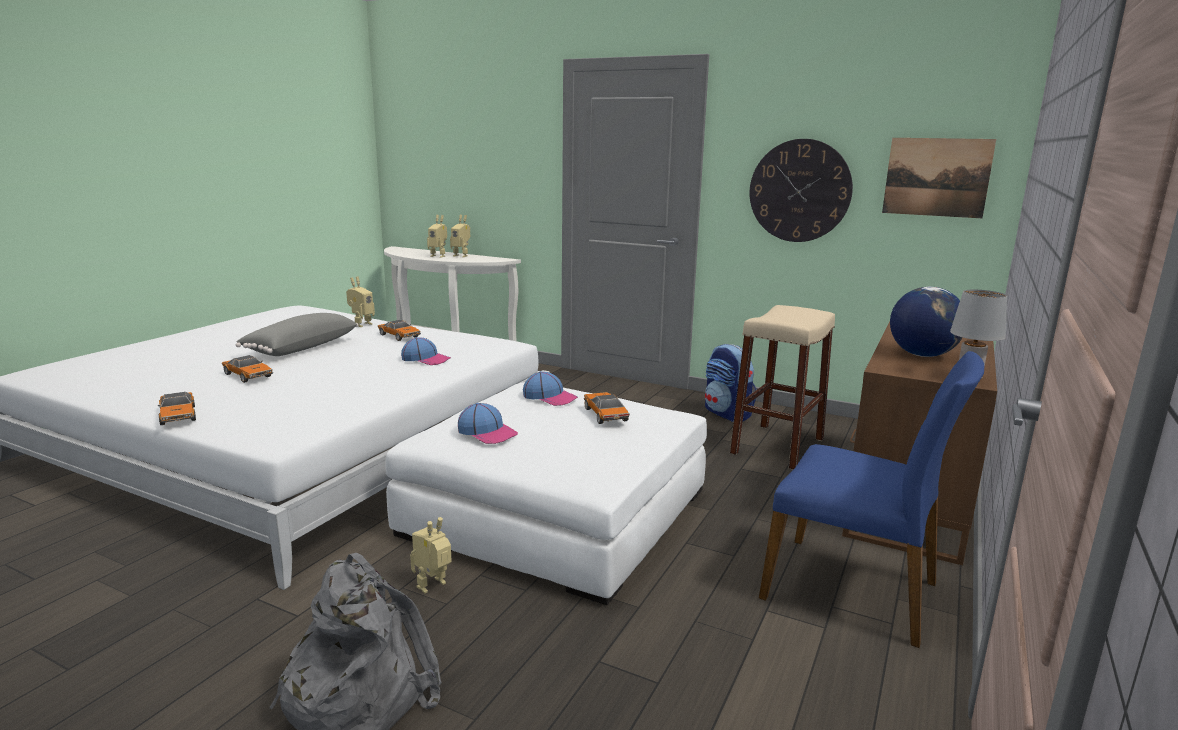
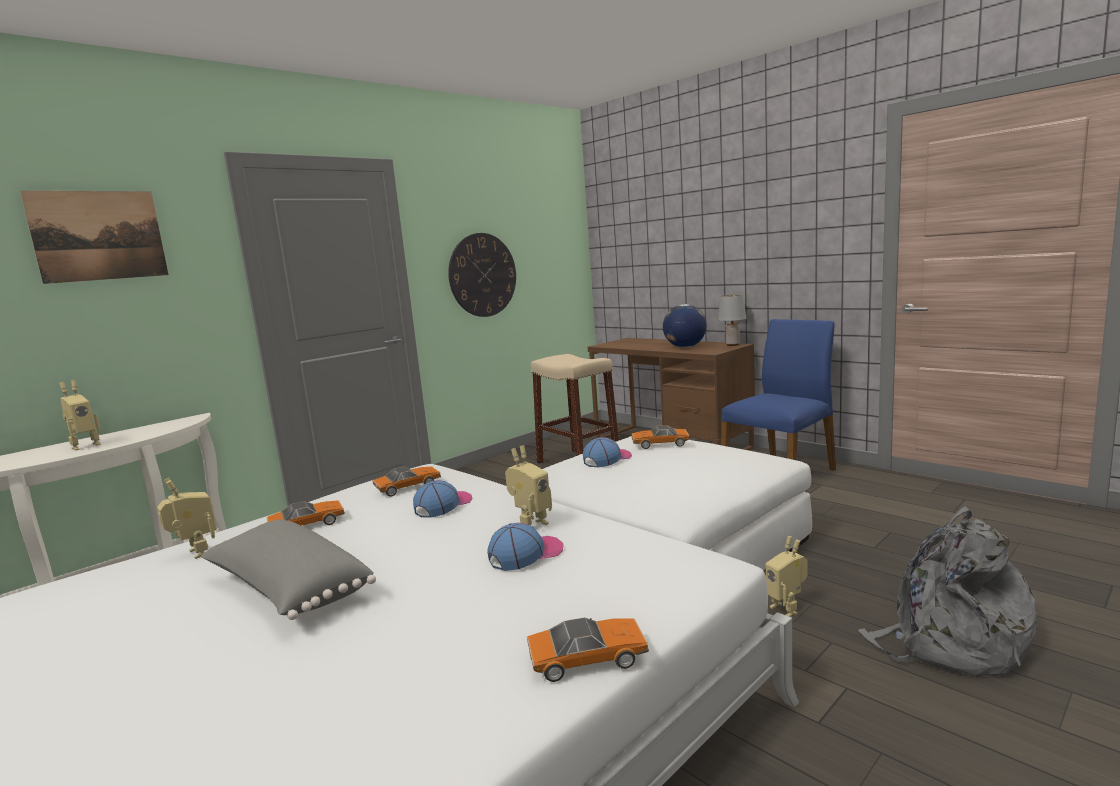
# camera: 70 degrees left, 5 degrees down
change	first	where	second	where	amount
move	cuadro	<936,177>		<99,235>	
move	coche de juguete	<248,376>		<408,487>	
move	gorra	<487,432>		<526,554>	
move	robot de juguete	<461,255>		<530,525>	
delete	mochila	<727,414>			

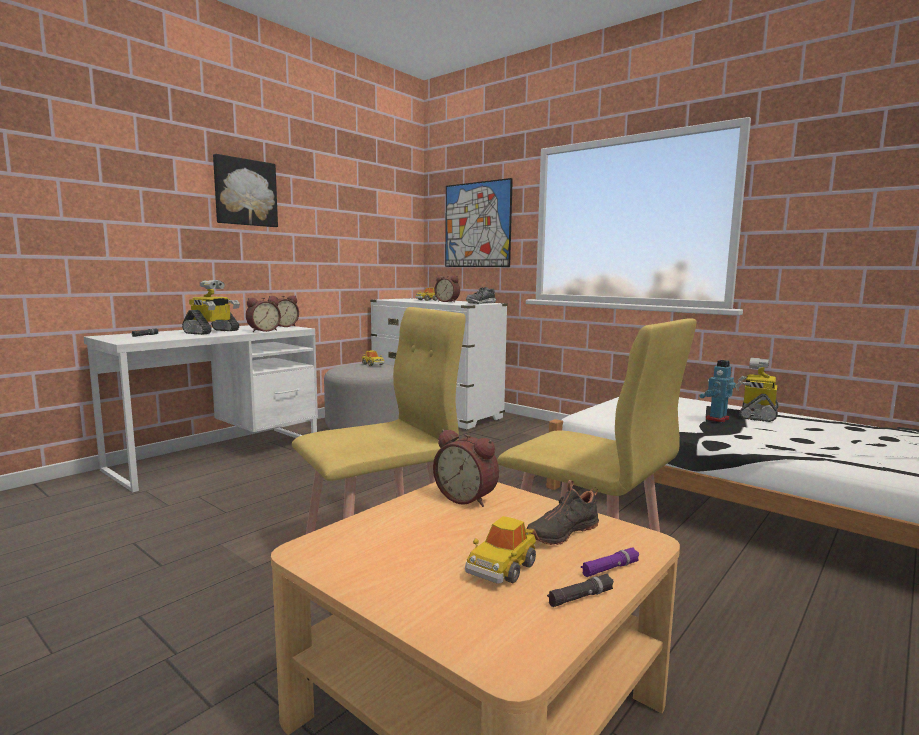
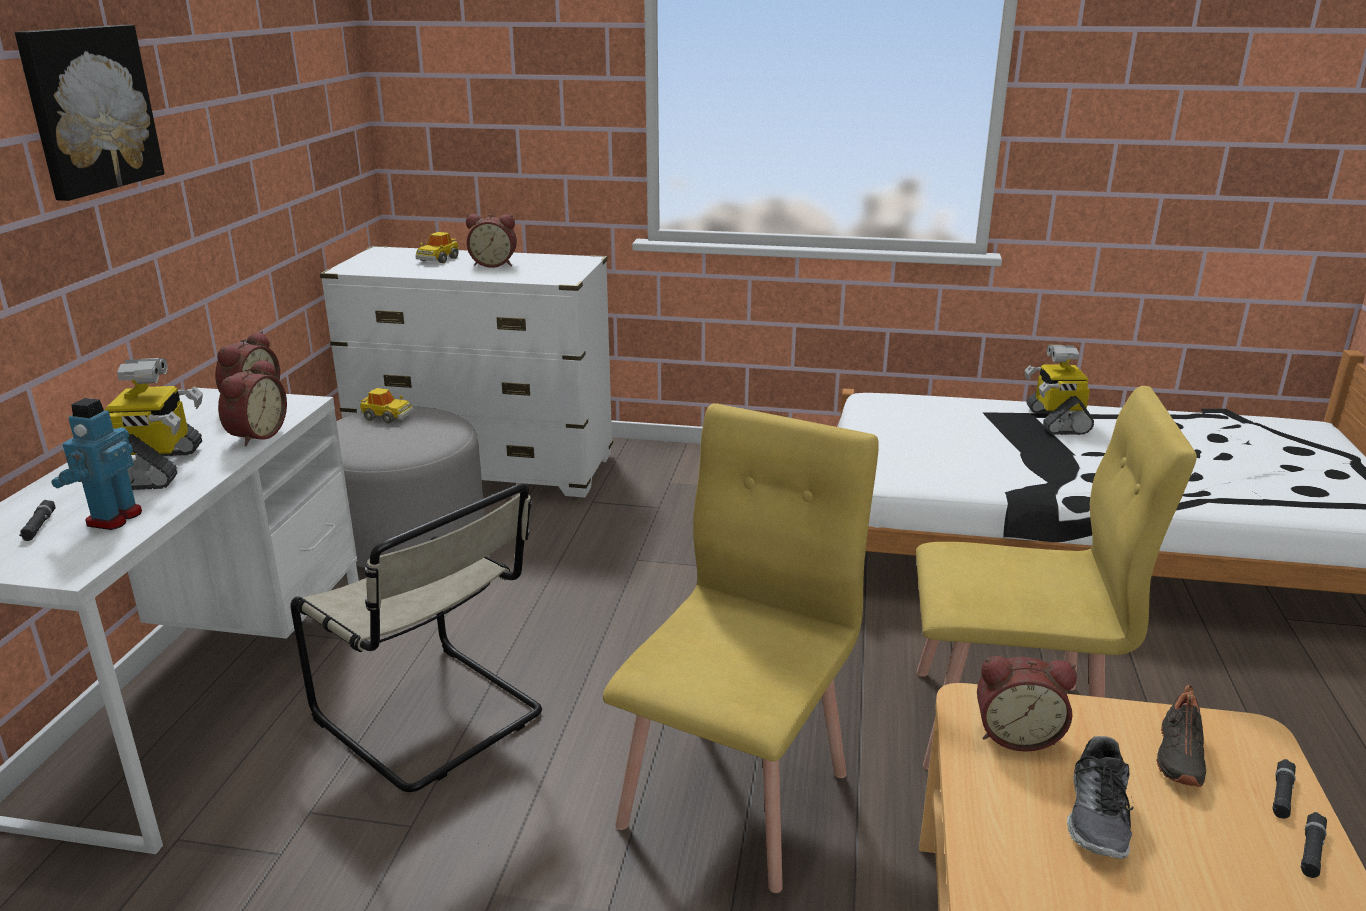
# camera: 30 degrees left, 15 degrees up
change	first	where	second	where	amount
move	robot de juguete	<716,419>		<113,518>	
insert			silla (beis)	<434,719>	
move	zapato	<481,303>		<1098,817>	
recolor	linterna (morado)	<610,568>	linterna (negro)	<1282,794>	
delete	cuadro	<477,225>			
delete	coche de juguete	<502,567>			

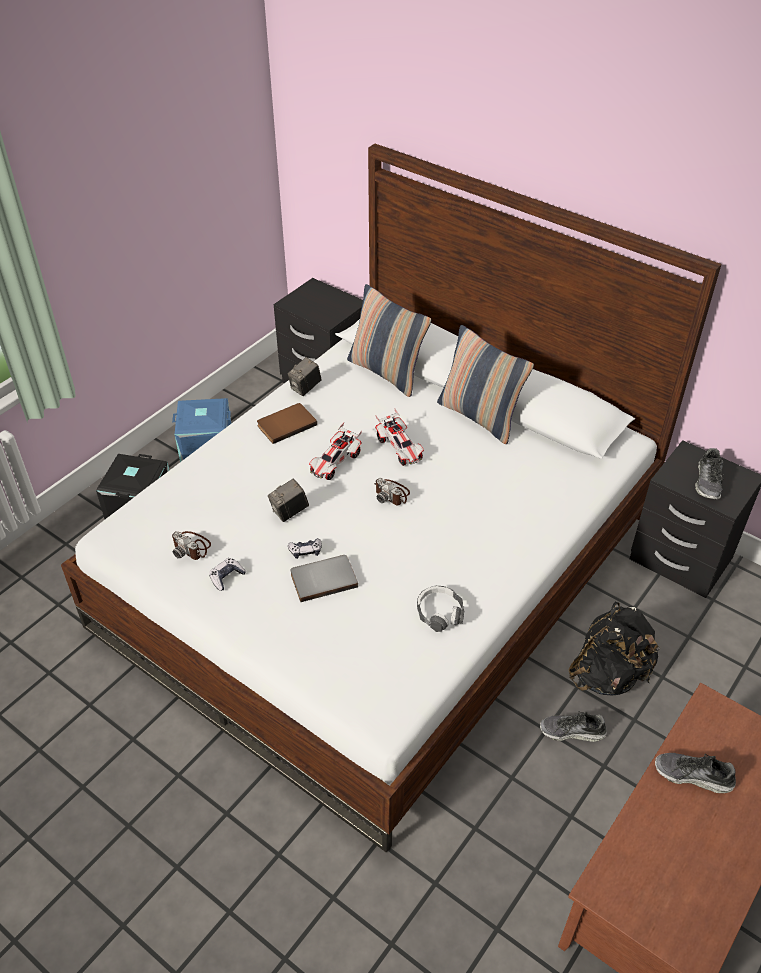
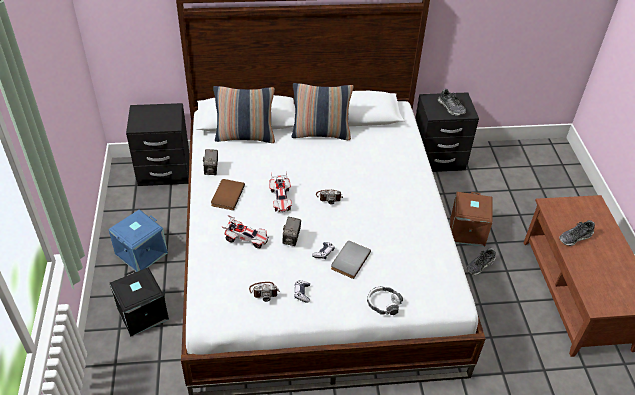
# camera: 45 degrees left, 0 degrees up
change	first	where	second	where	amount
move	coche de juguete	<400,448>		<246,239>	
move	auriculares	<439,612>		<383,303>	
replace	mochila (negro)	<608,675>	caja de almacenaje (marrón)	<466,230>	

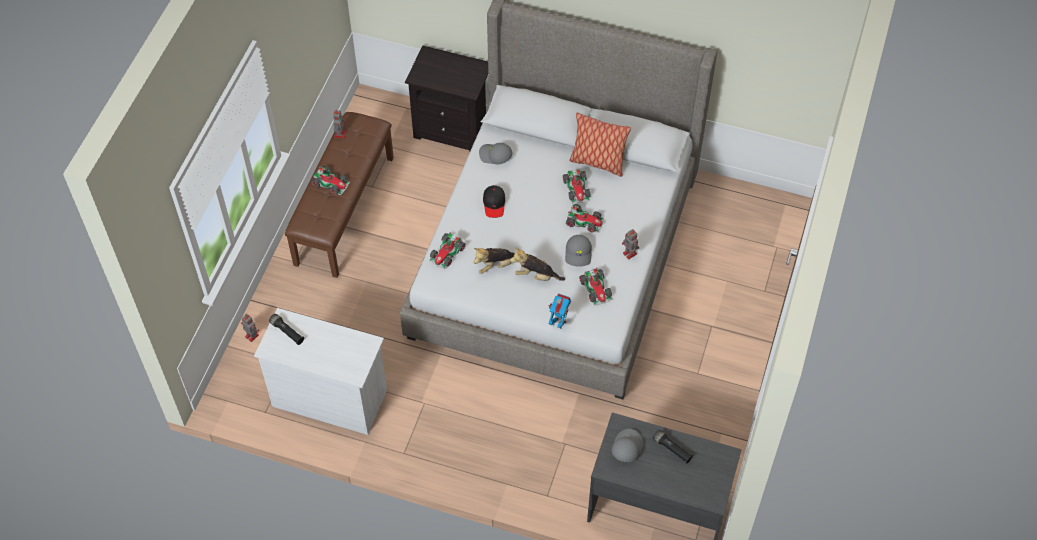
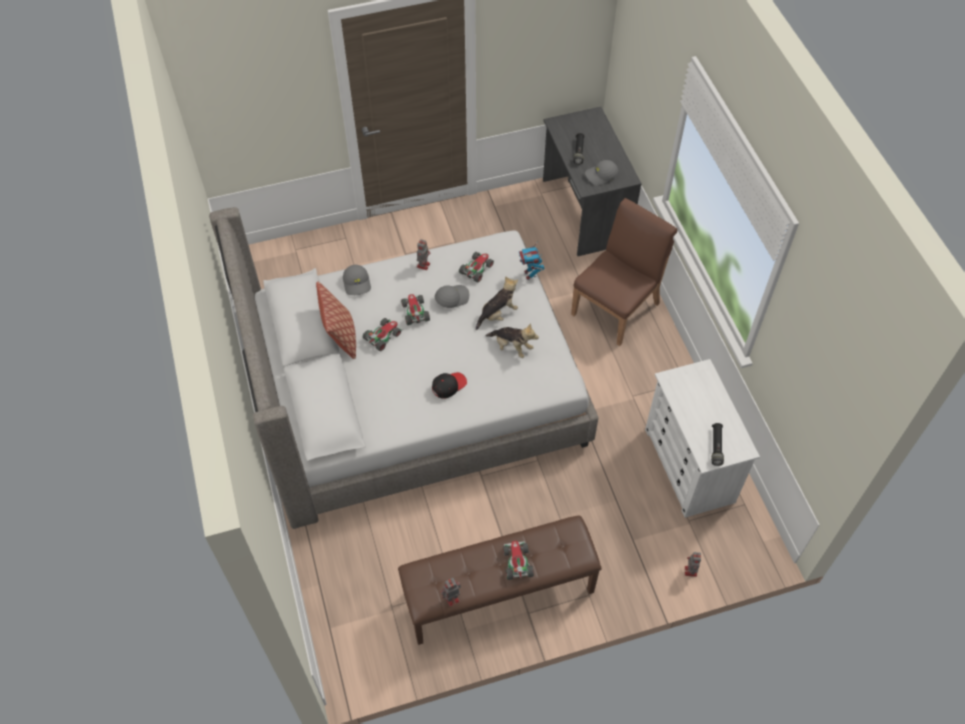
# camera: 125 degrees left, 0 degrees up
change	first	where	second	where	amount
move	gorra (gris)	<495,156>		<357,283>	
rotate	peluche	<536,275>		<498,314>	105 degrees counterclockwise
insert			silla (marrón)	<616,308>	
delete	mesita de noche (negro)	<453,129>			
delete	coche de juguete	<447,253>			

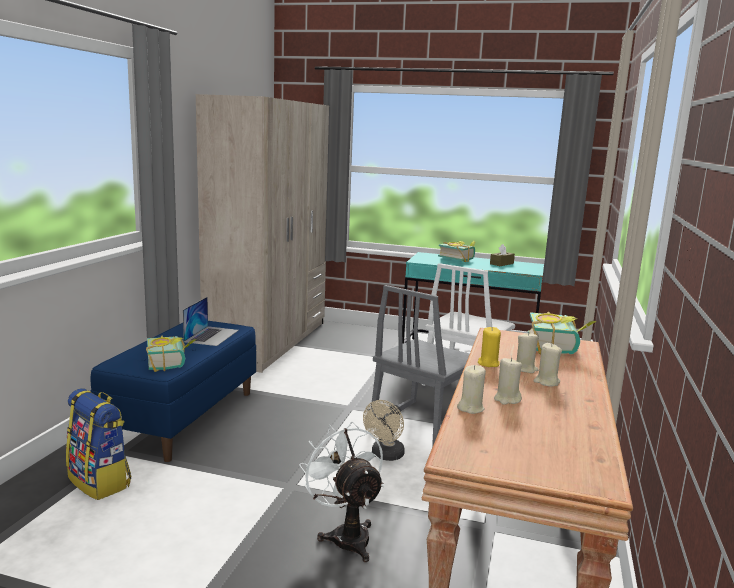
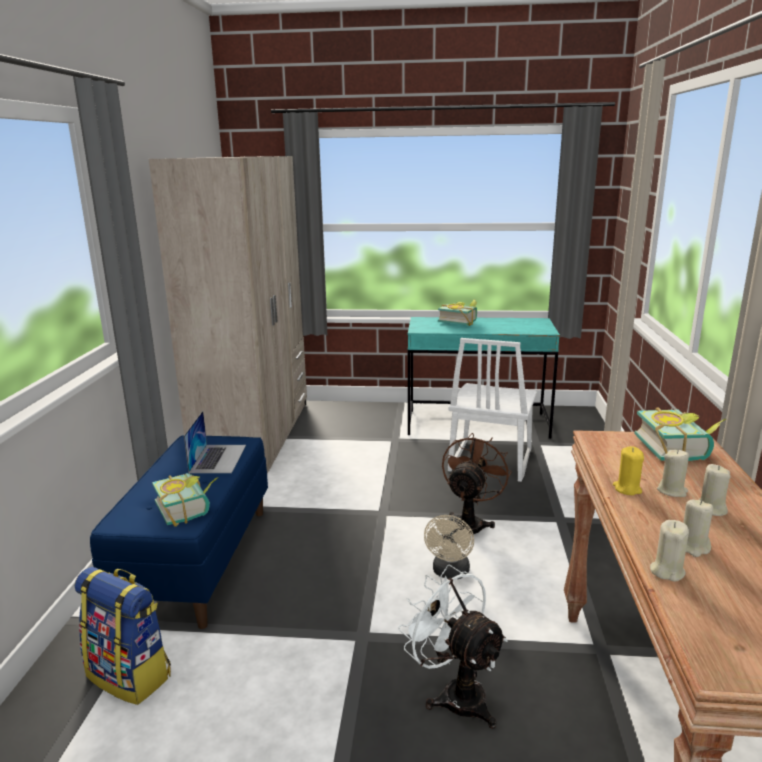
# camera: 10 degrees left, 5 degrees up
change	first	where	second	where	amount
replace	silla (gris)	<422,425>	ventilador (marrón)	<470,523>	
delete	caja de pañuelos (marrón)	<501,264>			

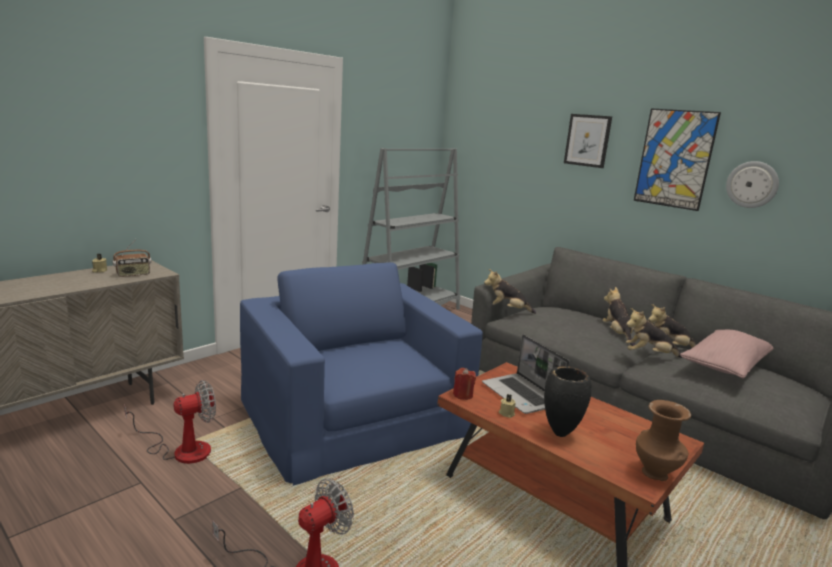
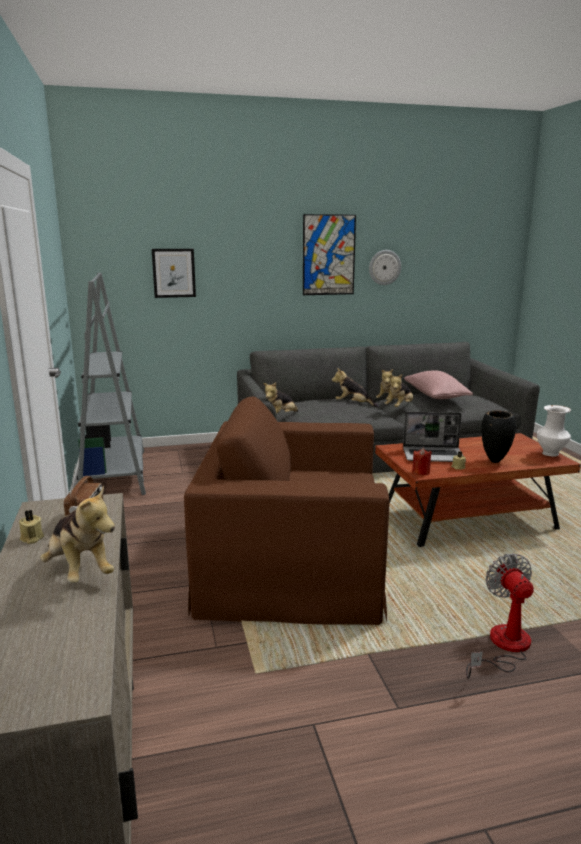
# camera: 55 degrees left, 0 degrees up
change	first	where	second	where	amount
insert			peluche	<79,571>	
move	cuadro	<587,140>		<174,273>	
recolor	sillón (azul)	<353,415>	sillón (marrón)	<292,561>	
recolor	florero (marrón)	<656,474>	florero (blanco)	<551,454>	
delete	ventilador	<181,449>			

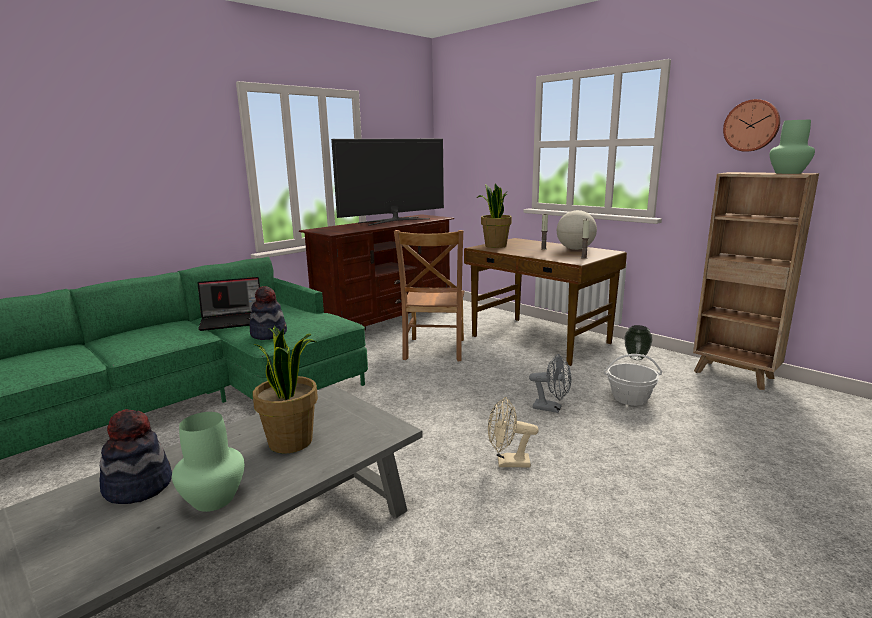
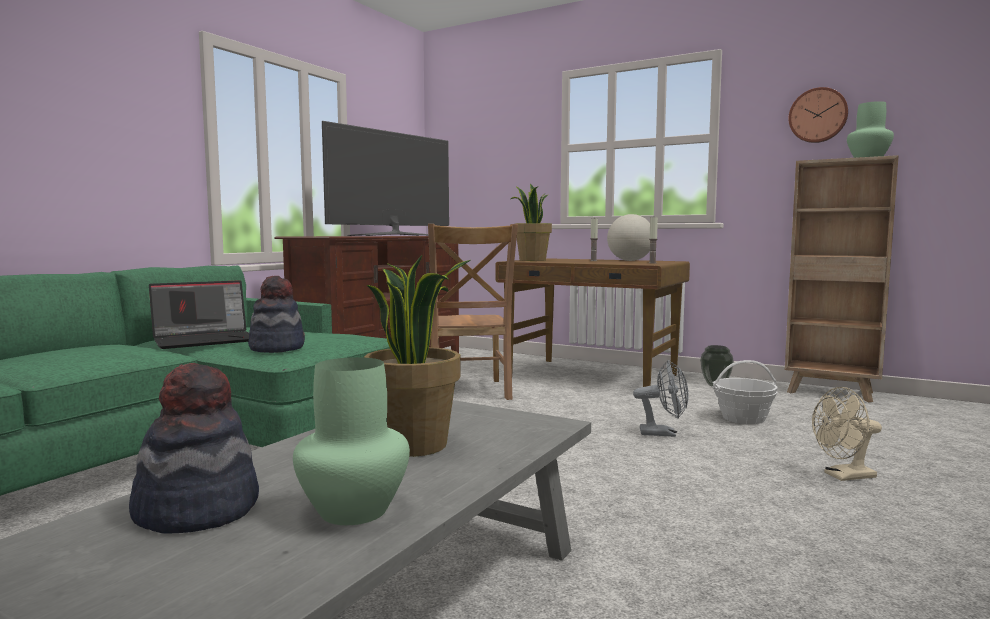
# camera: 15 degrees left, 10 degrees down
change	first	where	second	where	amount
move	ventilador (beis)	<507,463>		<844,476>	

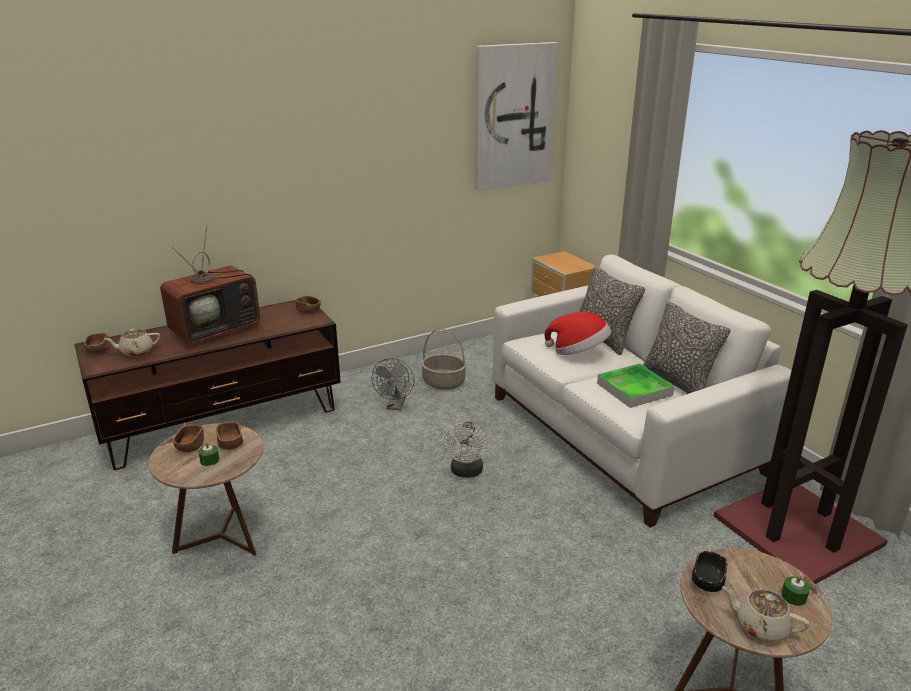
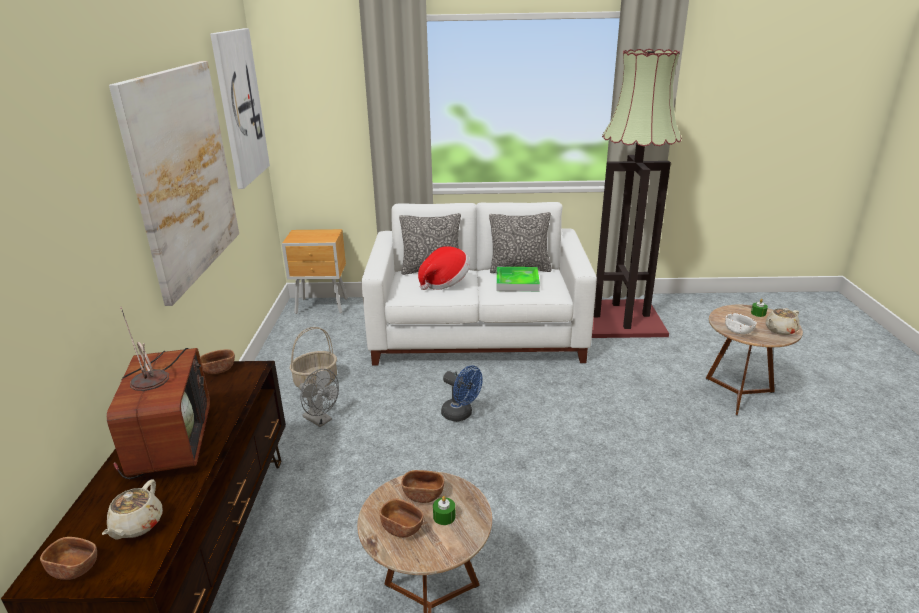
# camera: 60 degrees left, 0 degrees up
change	first	where	second	where	amount
insert			cuadro	<183,175>	
recolor	ventilador (blanco)	<466,472>	ventilador (azul)	<461,415>	
recolor	cuenco (negro)	<707,581>	cuenco (blanco)	<738,331>	

